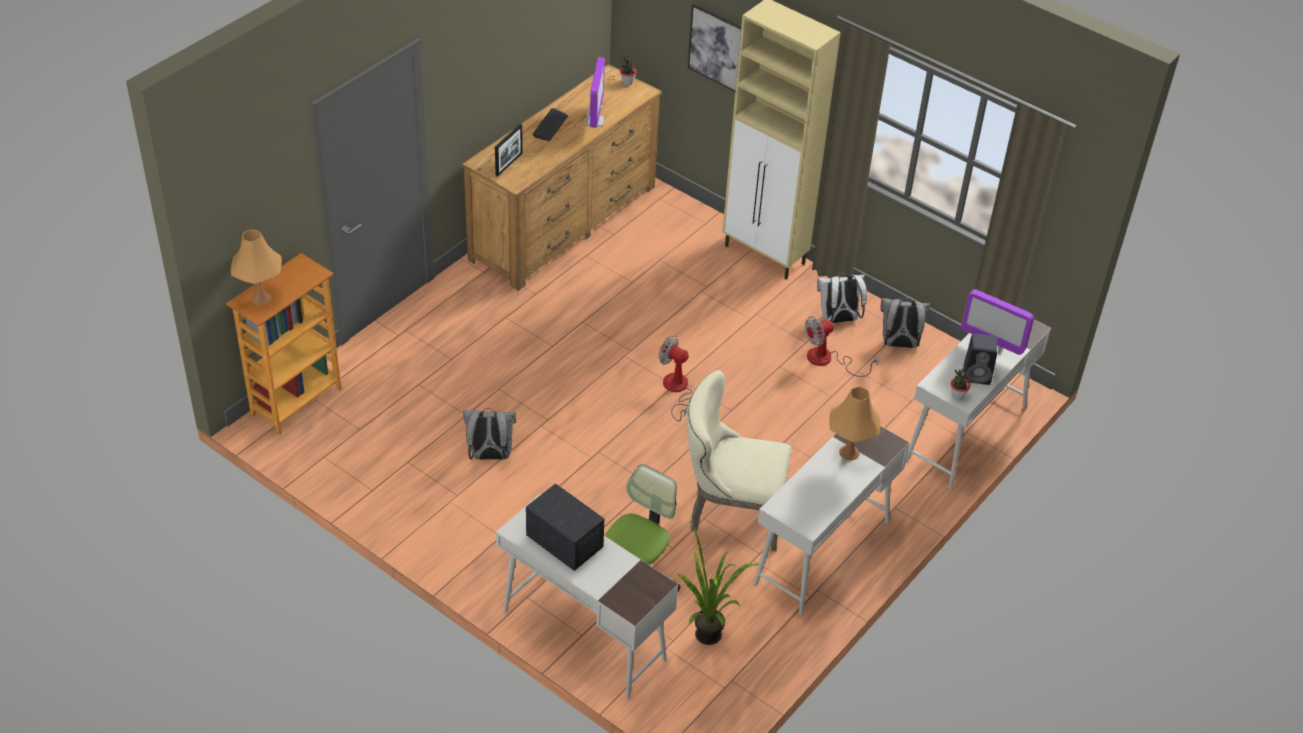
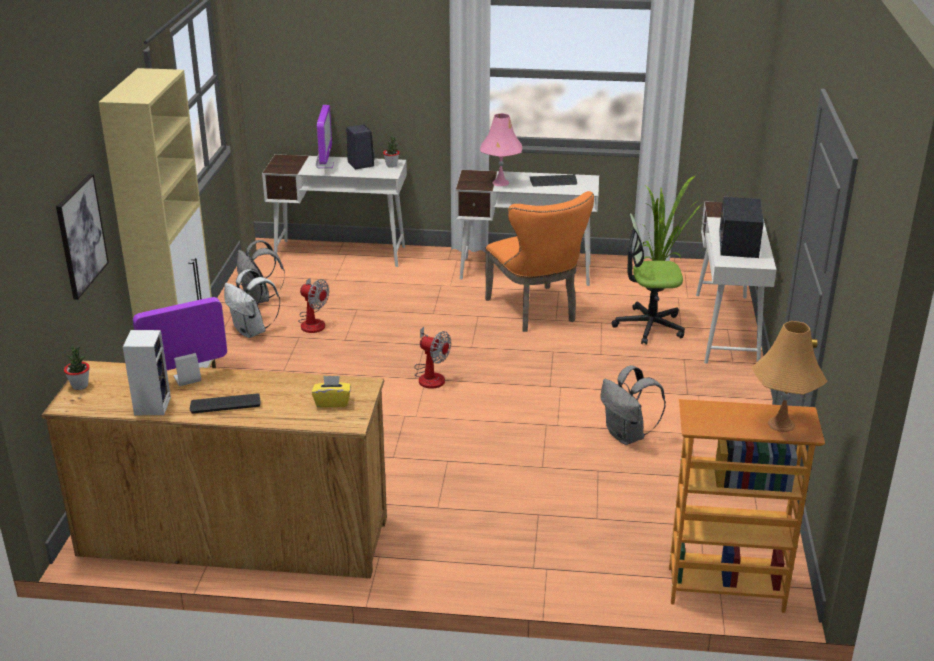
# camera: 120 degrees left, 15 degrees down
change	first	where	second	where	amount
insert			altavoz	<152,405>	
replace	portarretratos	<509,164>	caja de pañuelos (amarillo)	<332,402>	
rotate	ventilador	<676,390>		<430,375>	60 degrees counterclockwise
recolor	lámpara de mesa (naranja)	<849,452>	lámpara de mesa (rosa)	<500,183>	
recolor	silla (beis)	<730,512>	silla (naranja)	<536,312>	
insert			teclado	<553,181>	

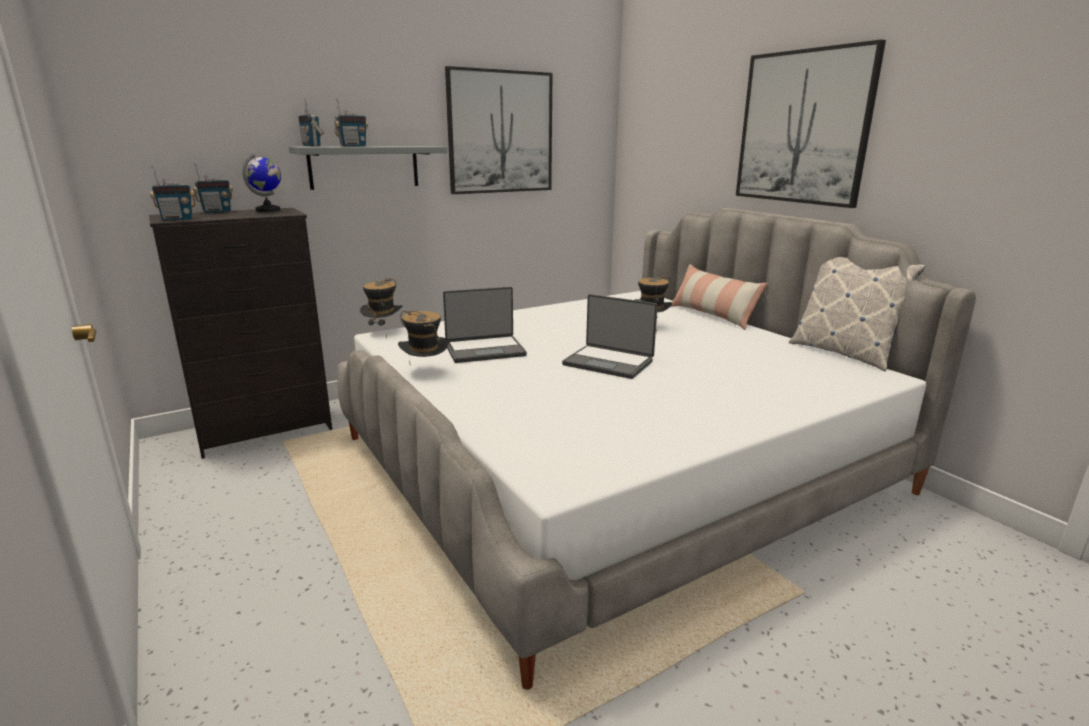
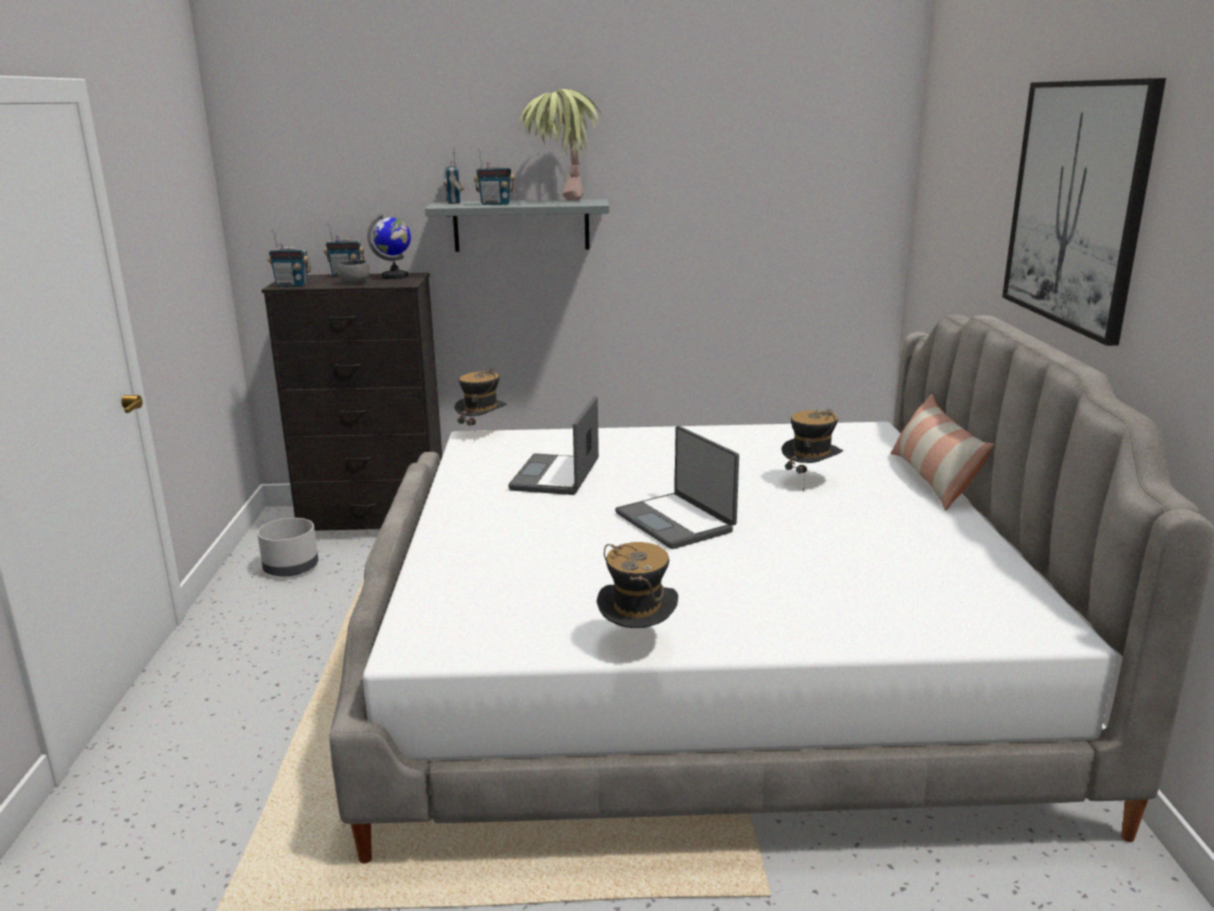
# camera: 30 degrees right, 0 degrees up
change	first	where	second	where	amount
insert			maceta (gris)	<291,568>	
insert			cuenco (gris)	<354,283>	
rotate	portátil	<485,350>		<557,476>	90 degrees clockwise
insert			planta en maceta	<561,203>	
move	sombrero	<425,372>		<637,643>	
delete	cuadro	<500,132>			
delete	cojín	<843,353>			

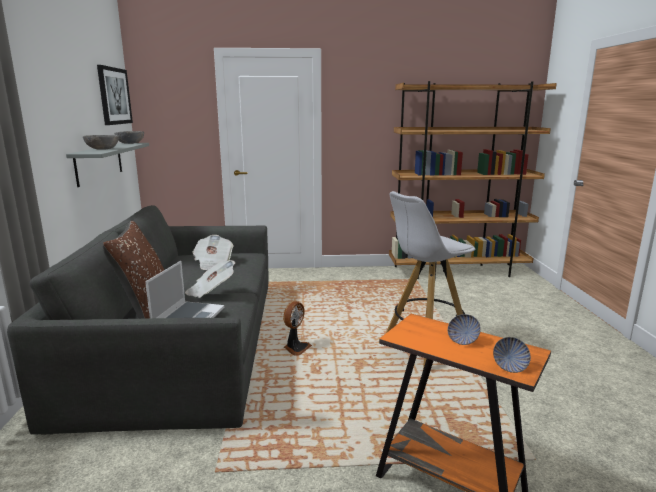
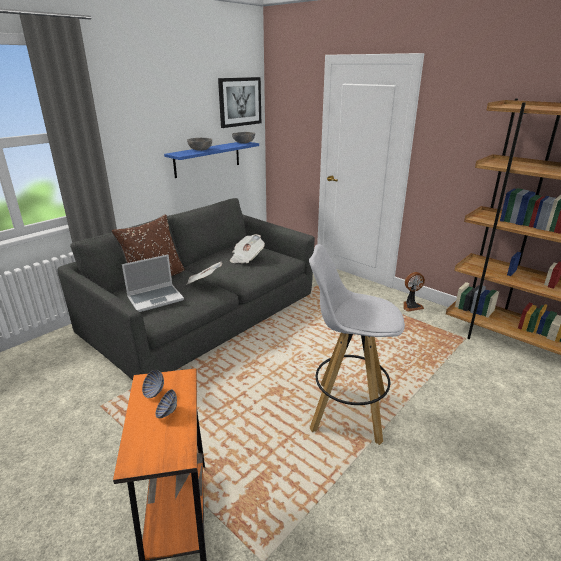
# camera: 45 degrees right, 10 degrees up
change	first	where	second	where	amount
move	cuenco	<509,367>		<154,392>	
recolor	estante (gris)	<99,163>	estante (azul)	<207,159>	
move	ventilador	<296,348>		<411,306>	

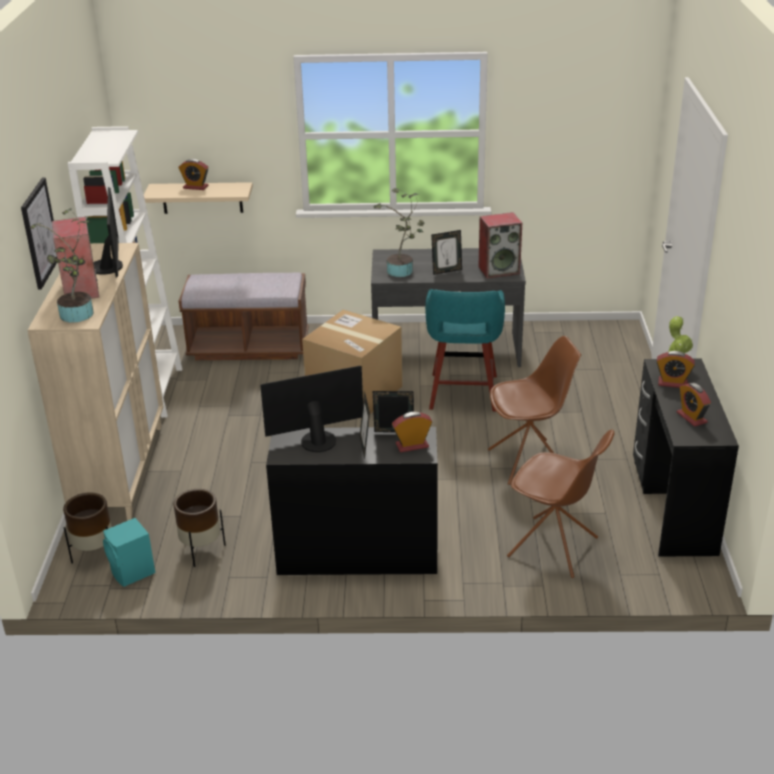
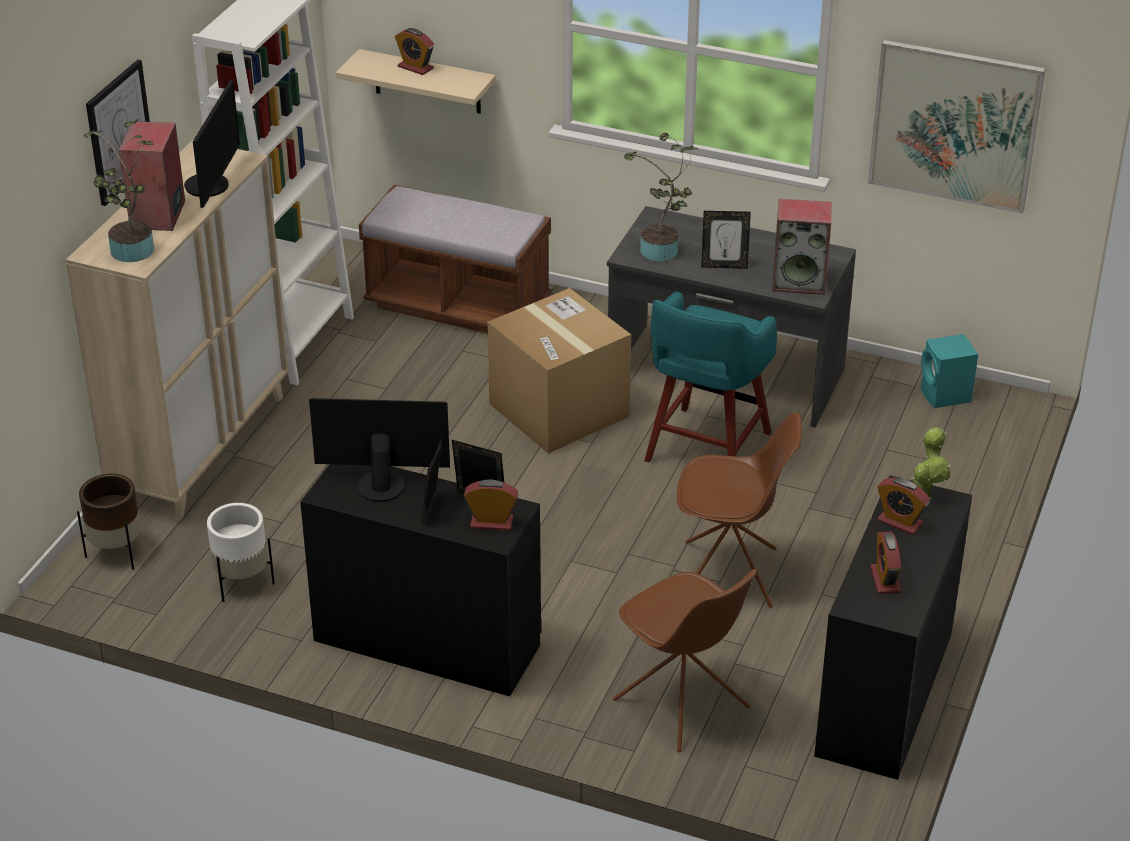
# camera: 20 degrees right, 5 degrees up
change	first	where	second	where	amount
recolor	maceta (marrón)	<201,551>	maceta (blanco)	<242,583>	
insert			cuadro	<954,125>	
move	altavoz (turquesa)	<133,573>		<945,396>	

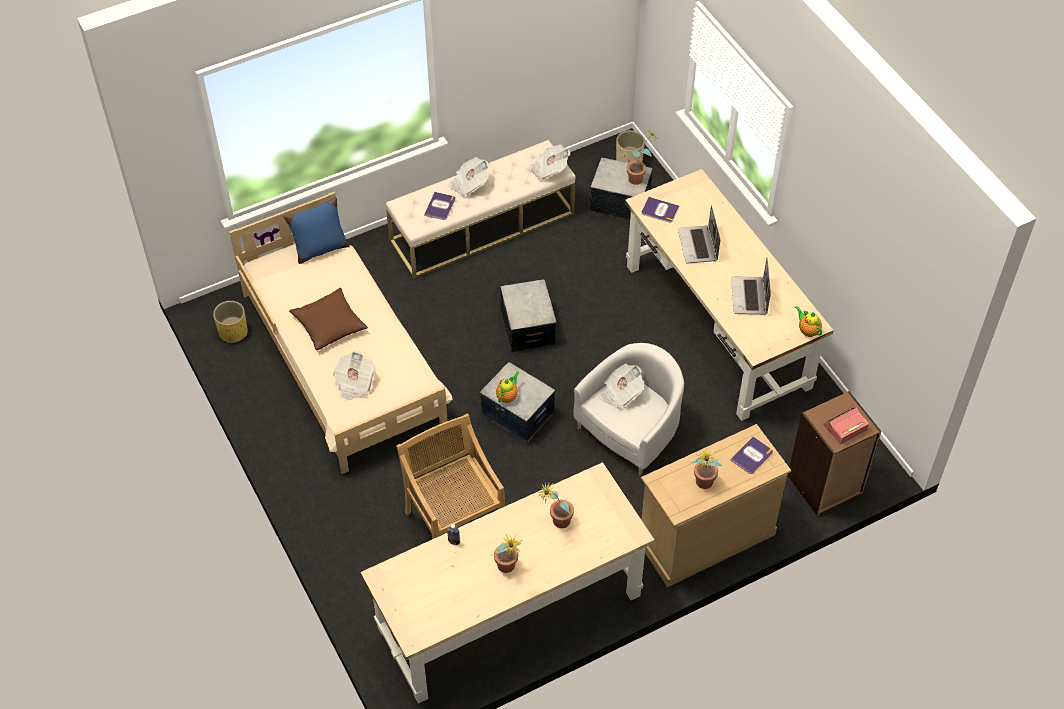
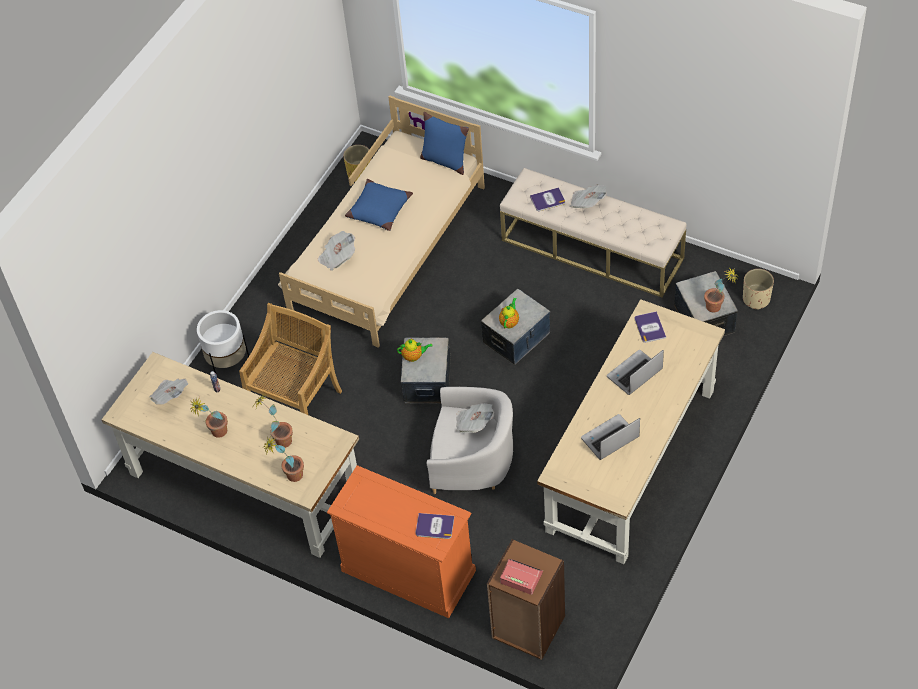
# camera: 60 degrees right, 0 degrees up
change	first	where	second	where	amount
move	periódico	<549,169>		<170,396>	
insert			maceta (blanco)	<228,361>	
move	planta en maceta	<703,486>		<289,476>	
recolor	cómoda (beis)	<705,537>	cómoda (naranja)	<408,570>	
recolor	cojín (marrón)	<329,324>	cojín (azul)	<379,210>	
move	tetera	<807,330>		<509,322>	

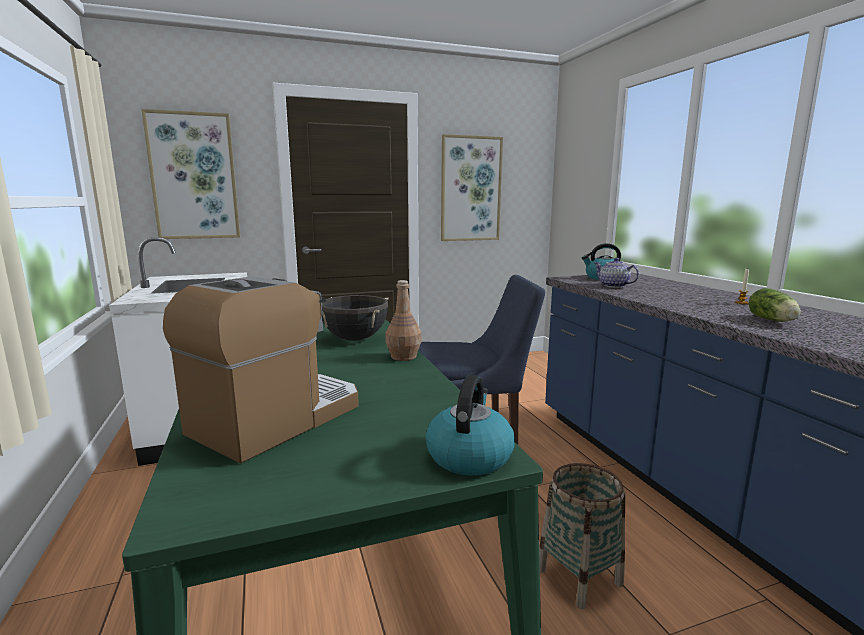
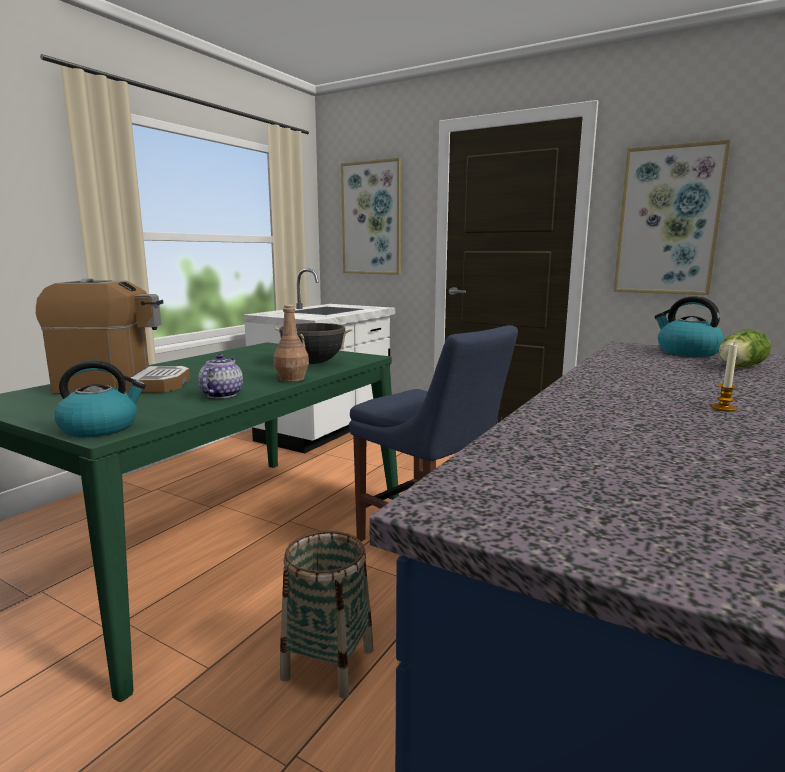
# camera: 50 degrees right, 0 degrees up
change	first	where	second	where	amount
move	tetera	<614,286>		<221,395>	
move	lechuga	<773,320>		<738,367>	

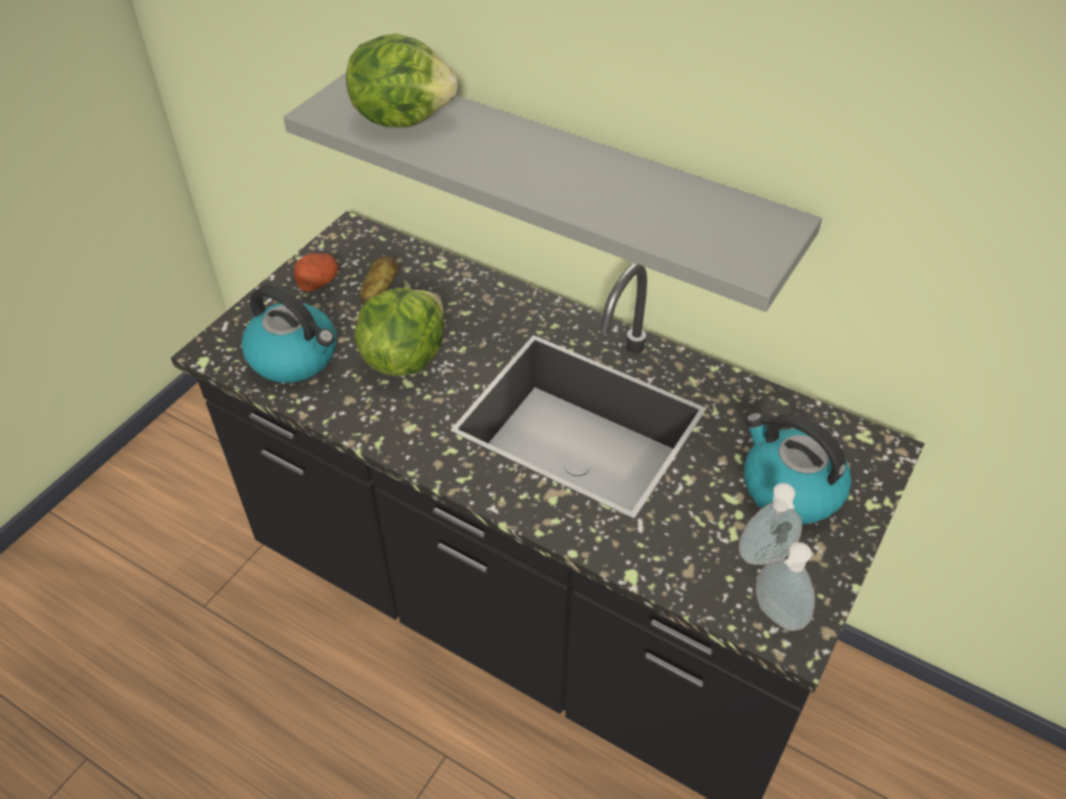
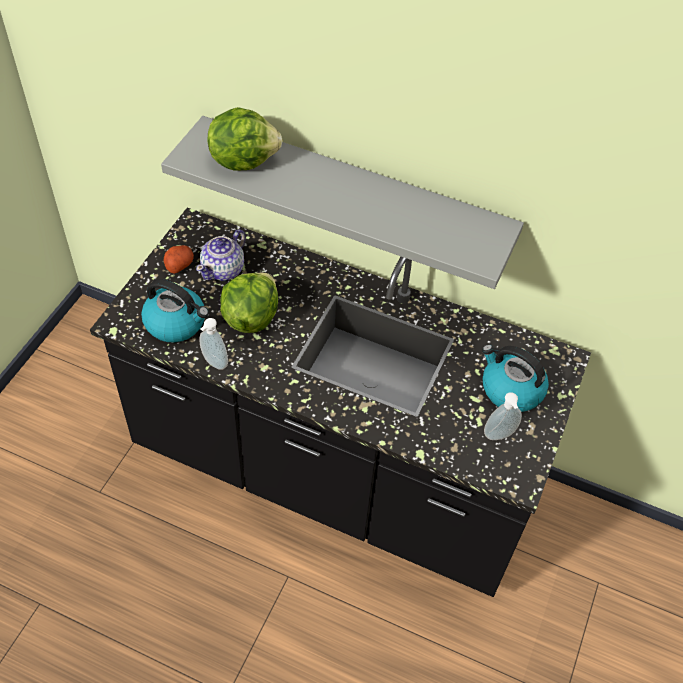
# camera: 10 degrees left, 5 degrees up
change	first	where	second	where	amount
replace	patata	<379,292>	tetera	<224,270>	
move	dispensador de jabón	<775,617>		<213,363>	

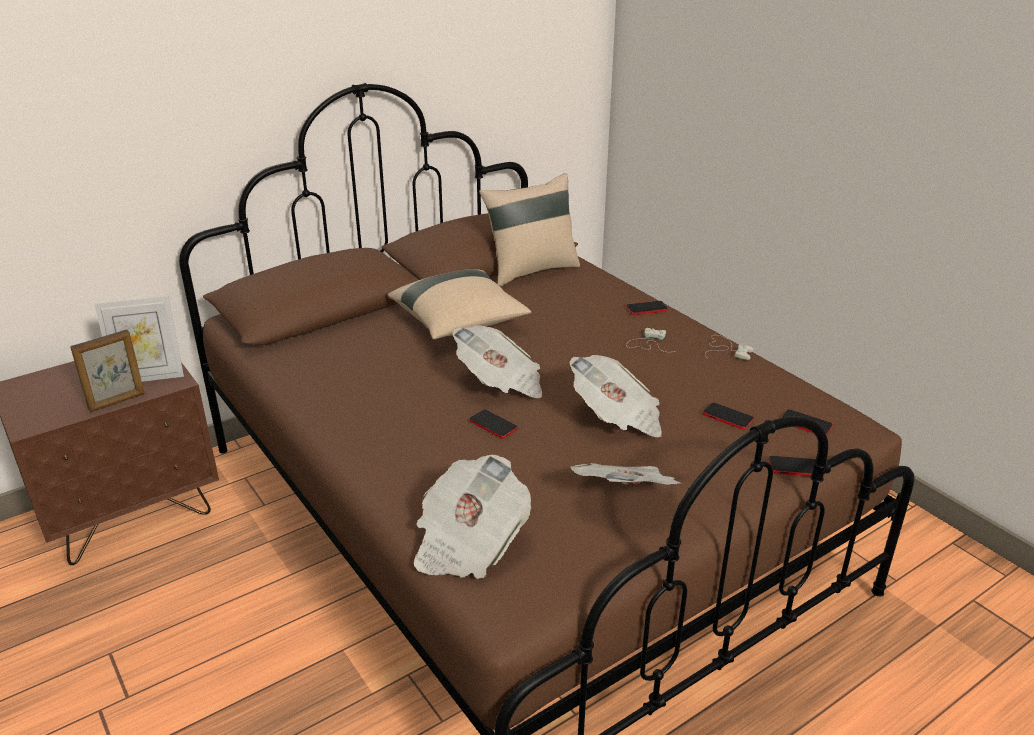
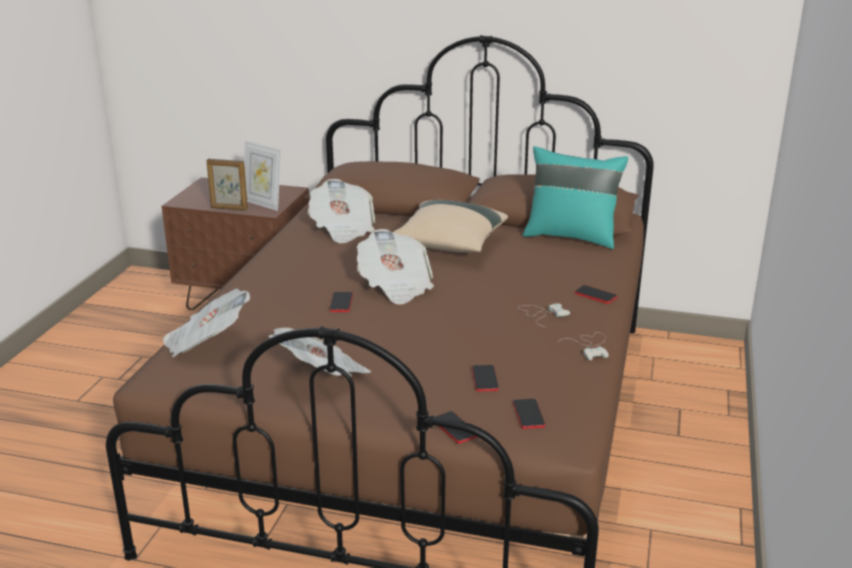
# camera: 50 degrees right, 5 degrees down
change	first	where	second	where	amount
move	periódico	<617,418>		<342,229>	
recolor	cojín (beis)	<531,270>	cojín (turquesa)	<571,236>	

